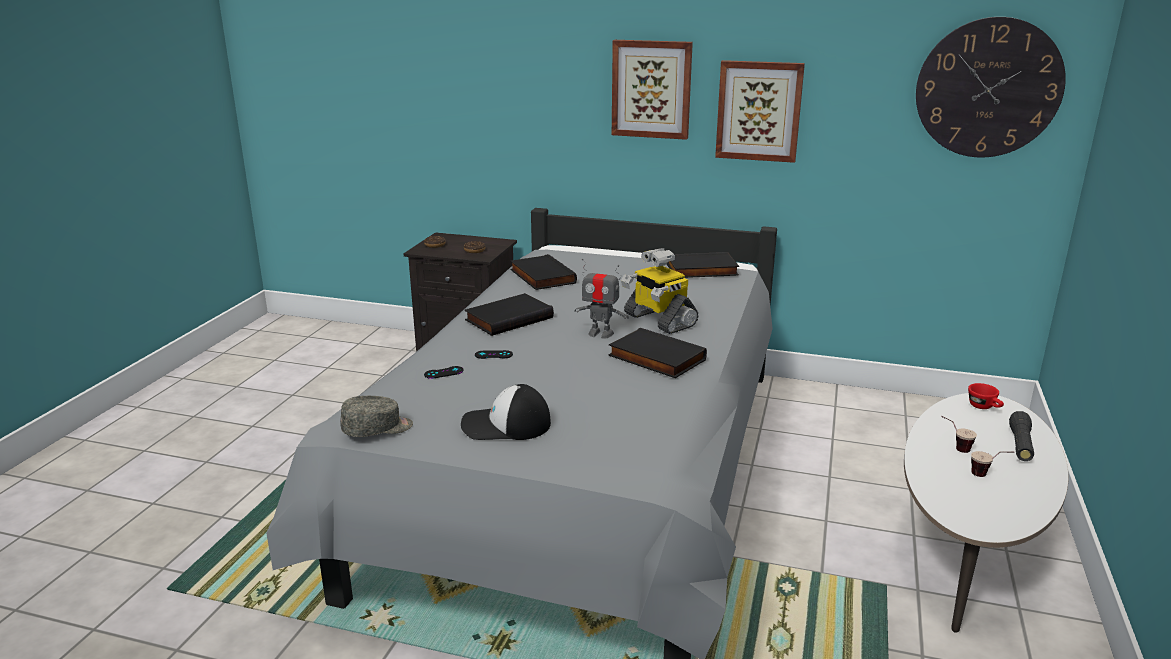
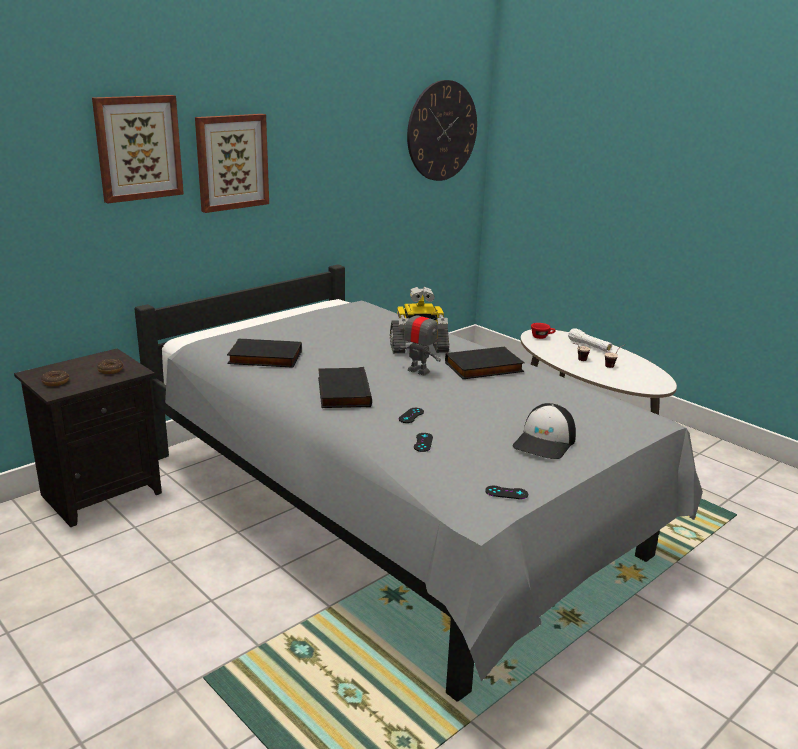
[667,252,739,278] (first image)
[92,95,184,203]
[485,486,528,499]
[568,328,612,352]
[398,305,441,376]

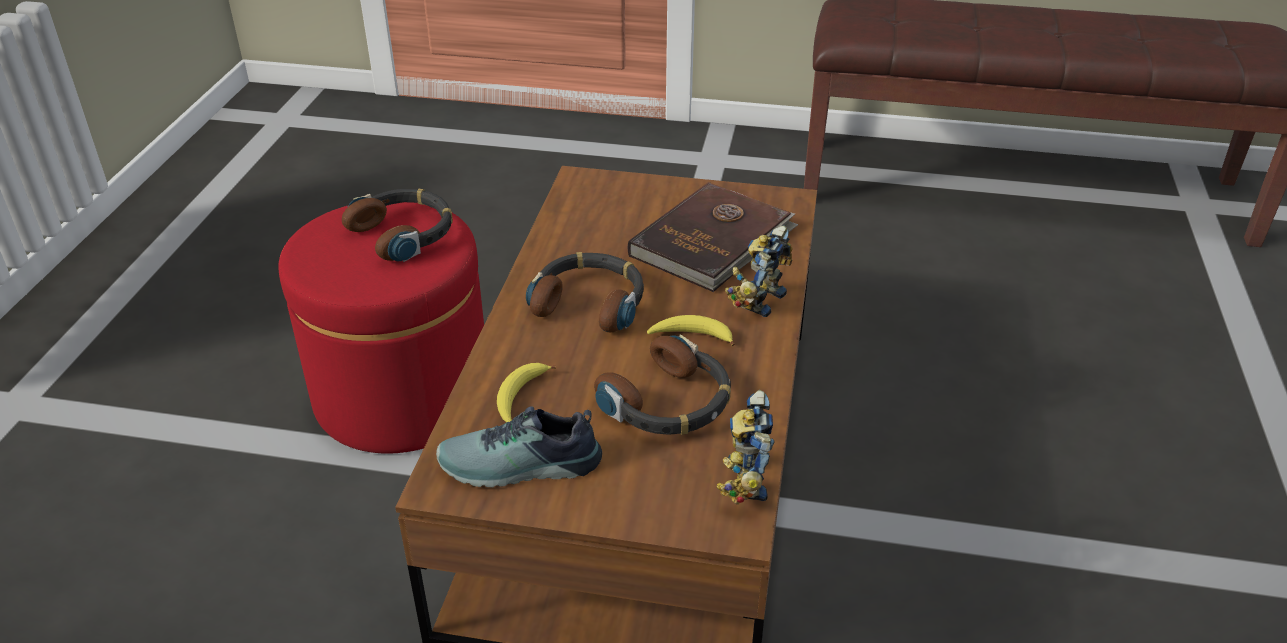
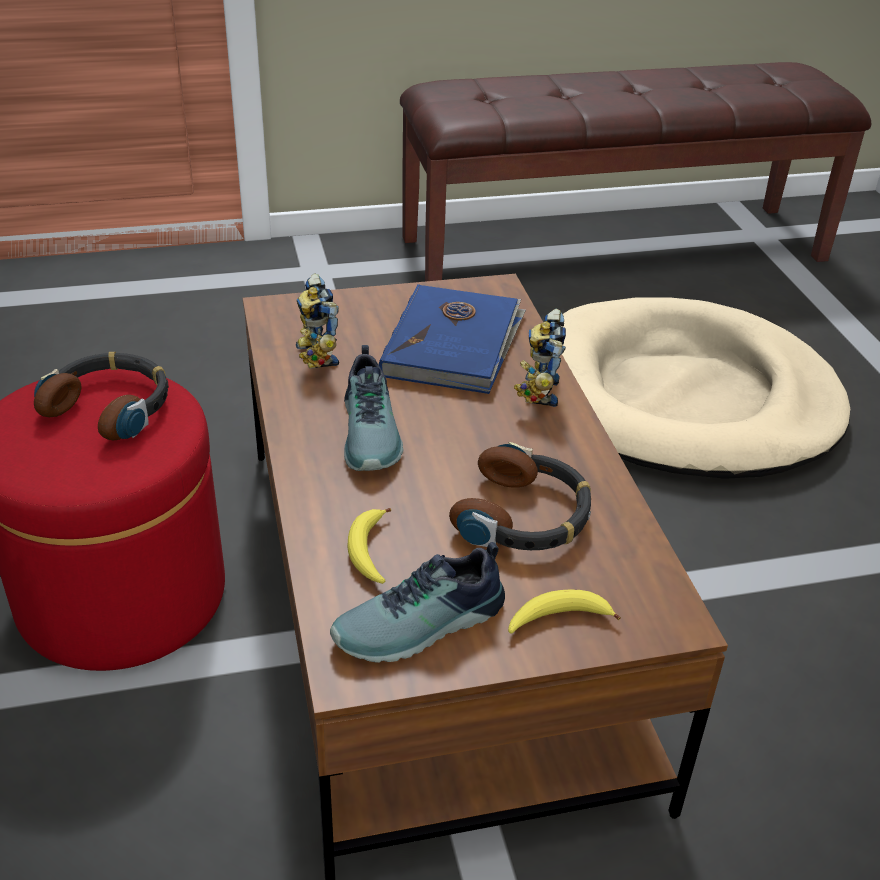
[561,297,850,479]
[508,589,621,633]
[296,273,339,369]
[344,345,404,471]
[379,284,526,394]

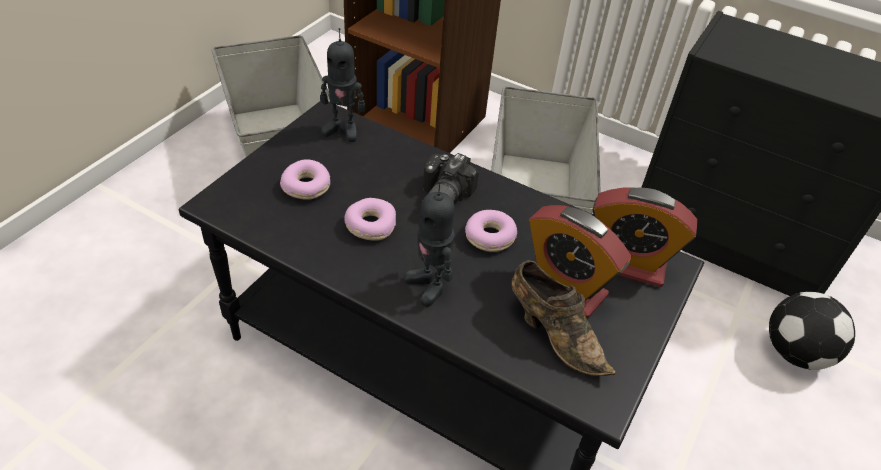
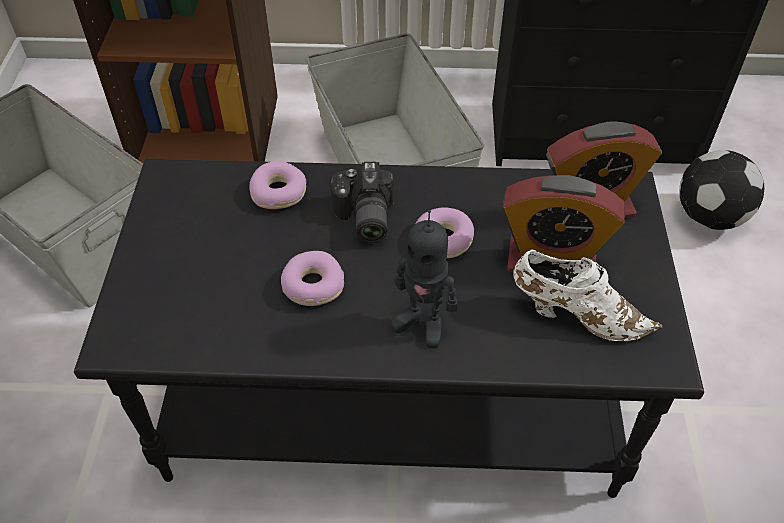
[320,28,365,142] (first image)
[249,161,307,209]
[513,250,663,341]

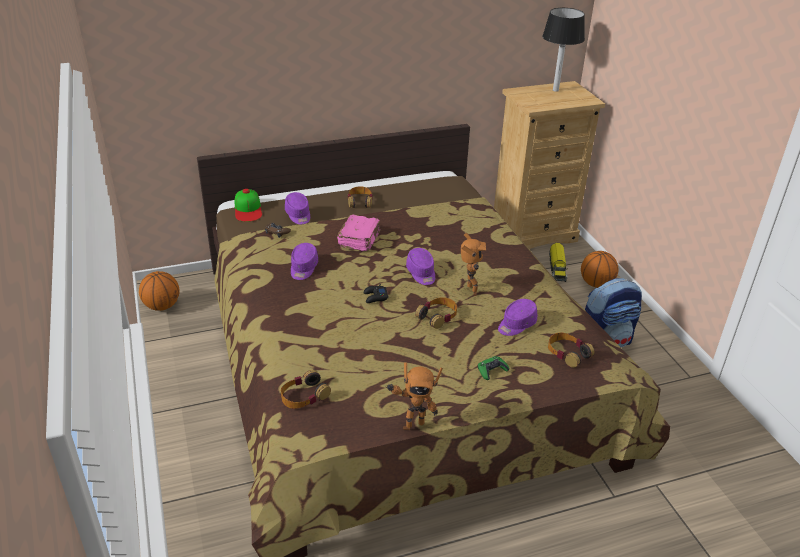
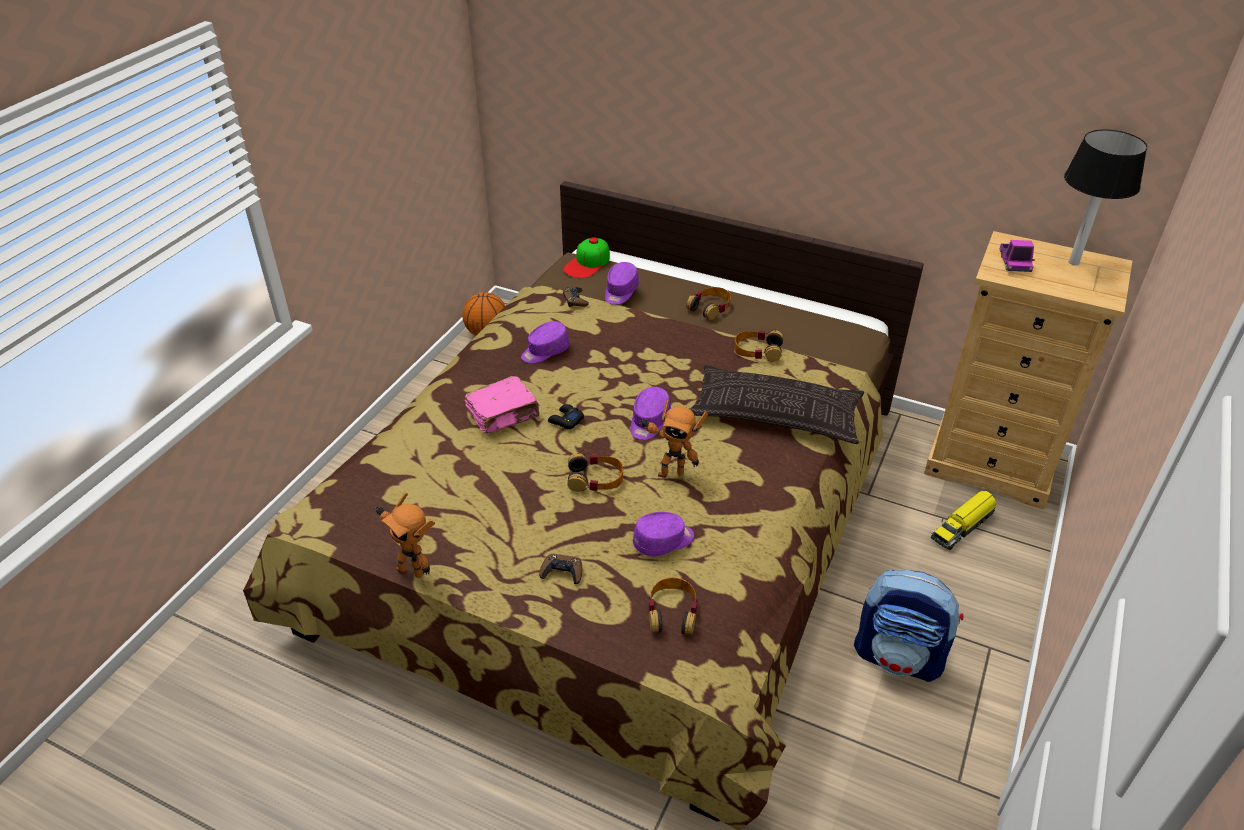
[581,251,619,288] (first image)
[690,365,864,444]
[999,240,1035,272]
[735,330,784,362]
[464,376,540,433]
[539,554,582,584]
[639,399,708,478]
[633,512,694,557]

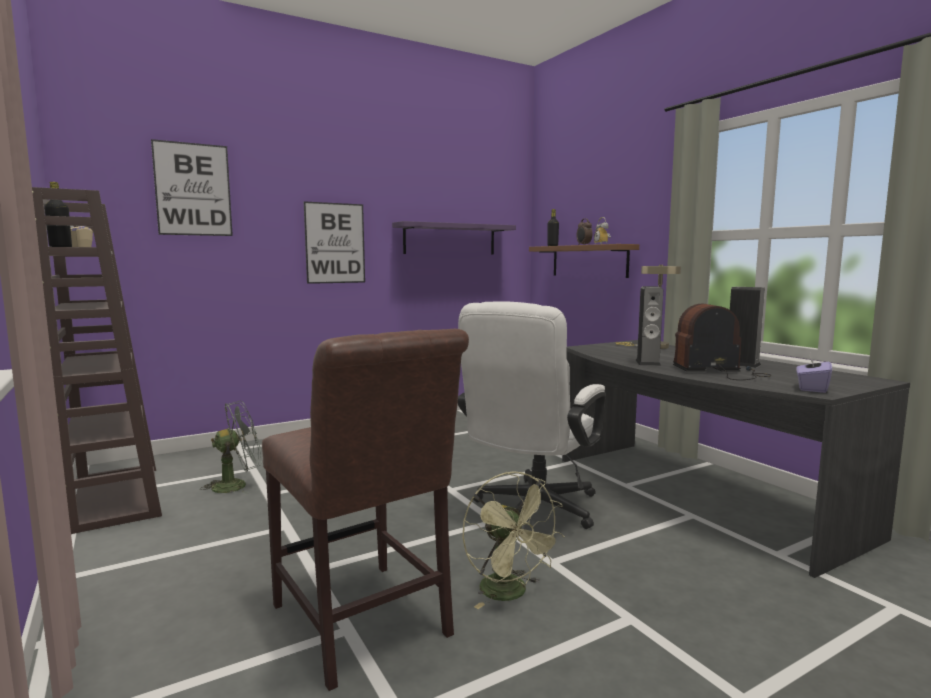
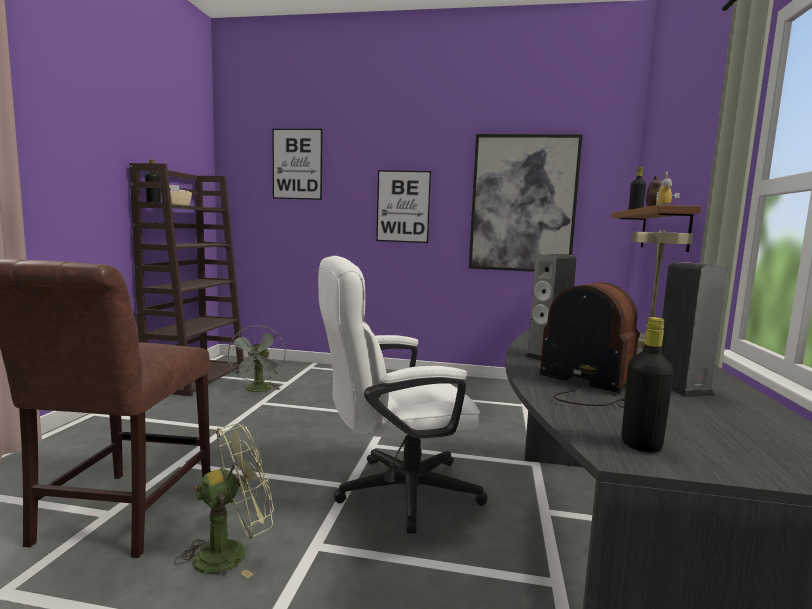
[469,134,583,272]
[622,317,674,453]
[227,326,286,392]
[174,424,274,578]

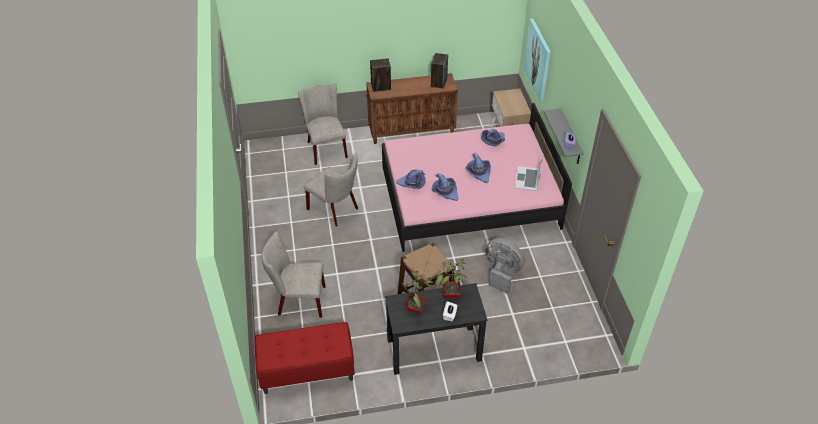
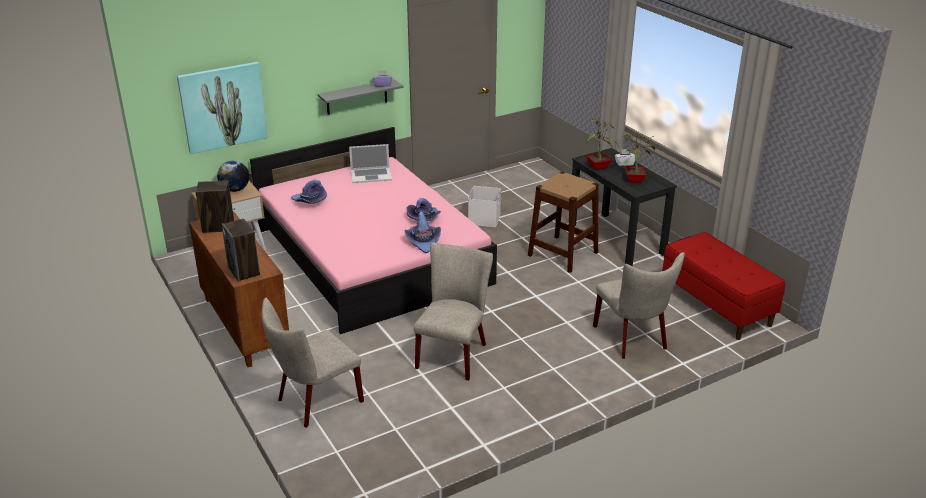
[466,153,491,183] (first image)
[217,161,249,192]
[468,186,501,227]

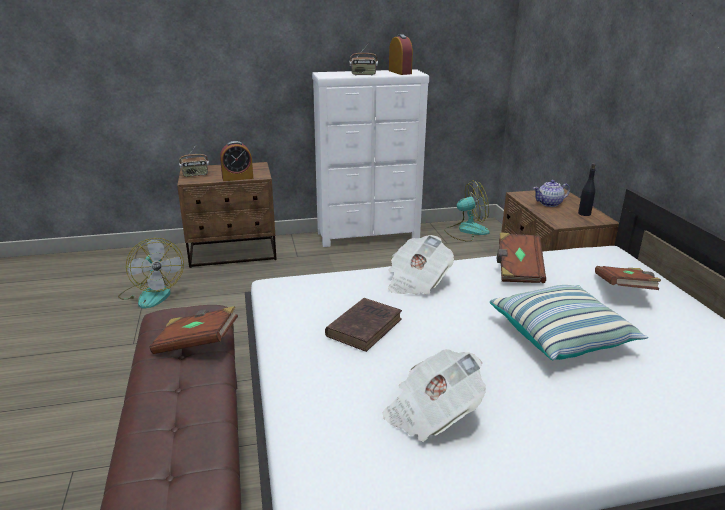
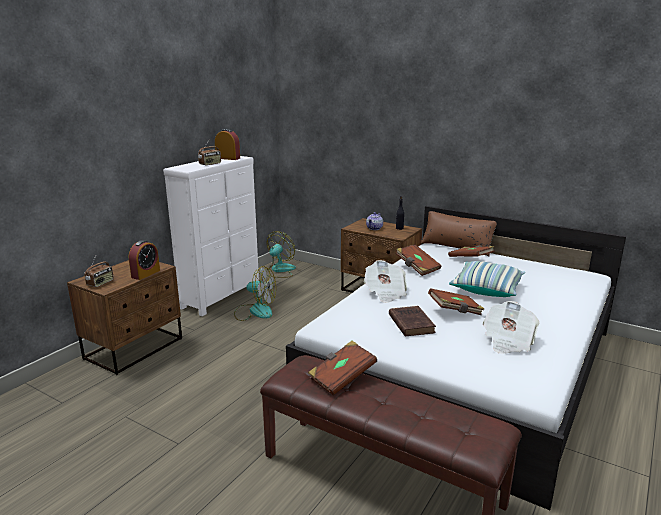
[421,211,497,256]
[428,288,485,315]
[234,266,276,321]

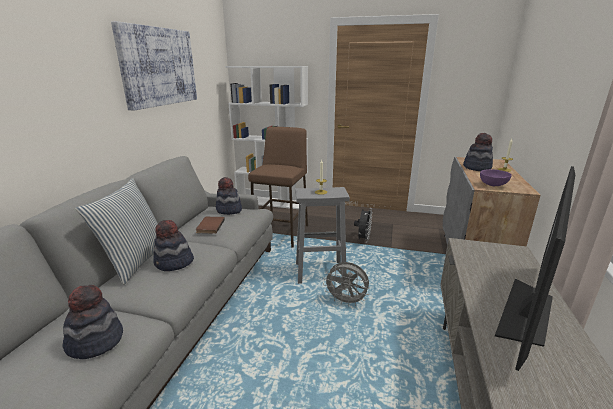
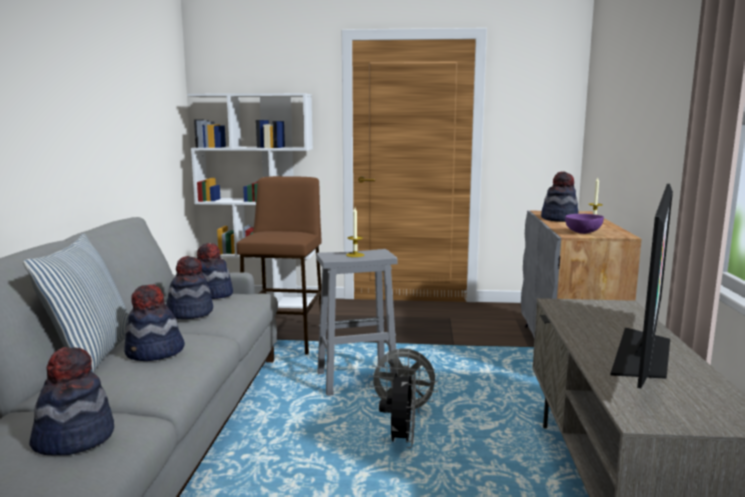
[111,21,197,110] (first image)
[379,369,416,448]
[166,256,213,319]

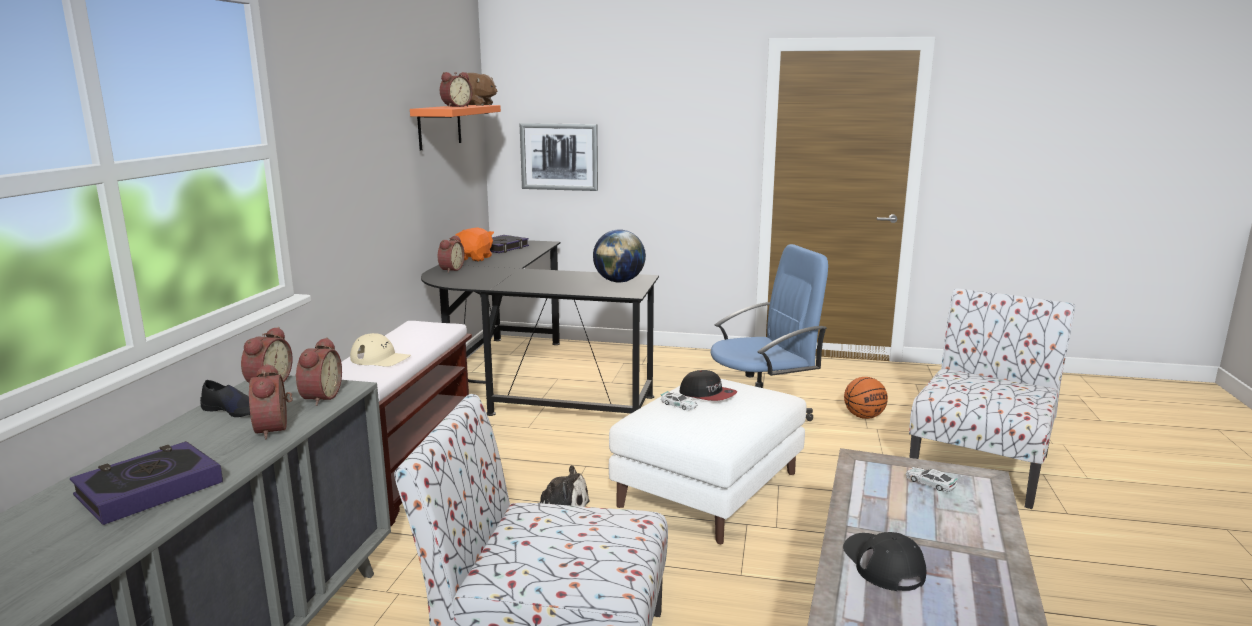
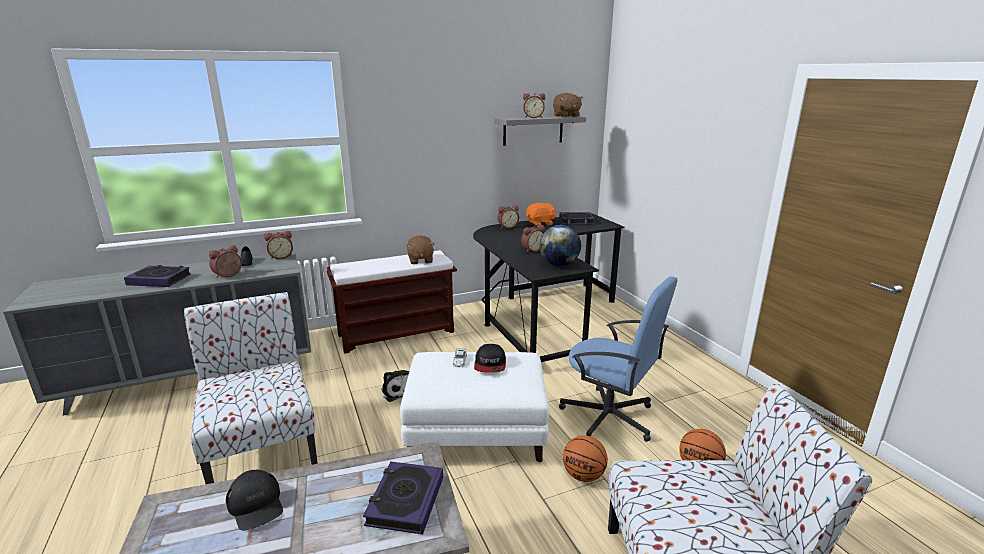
[350,333,411,367] (first image)
[520,123,598,191] (first image)
[406,235,435,264]
[563,435,608,482]
[521,225,545,252]
[363,462,443,534]
[494,116,586,146]
[226,470,283,531]

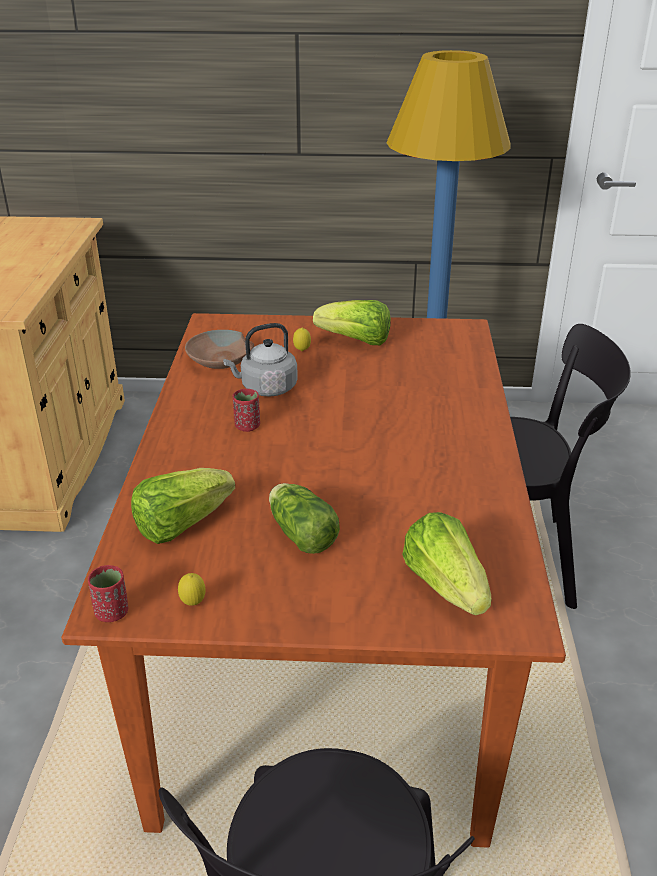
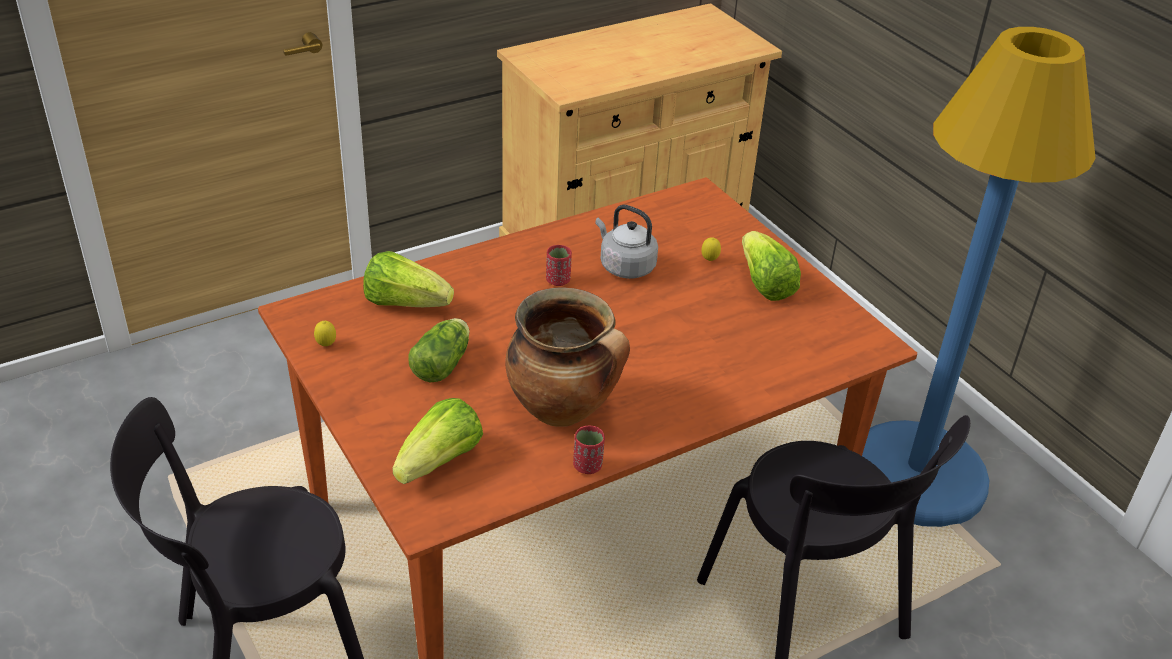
[185,330,254,369] (first image)
[506,287,630,427]
[573,426,605,474]

